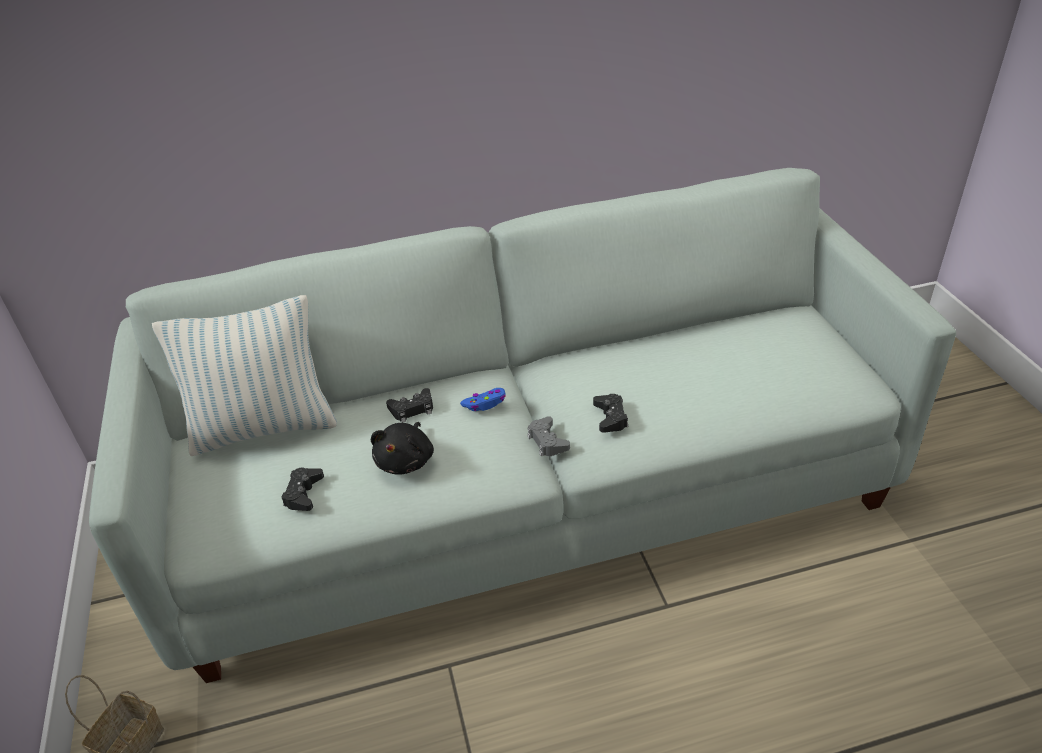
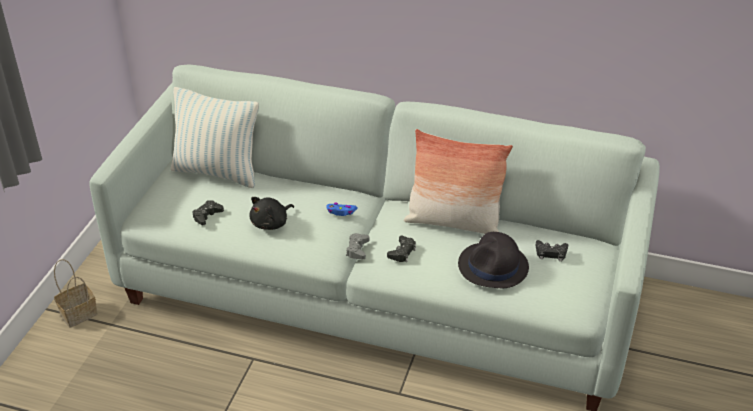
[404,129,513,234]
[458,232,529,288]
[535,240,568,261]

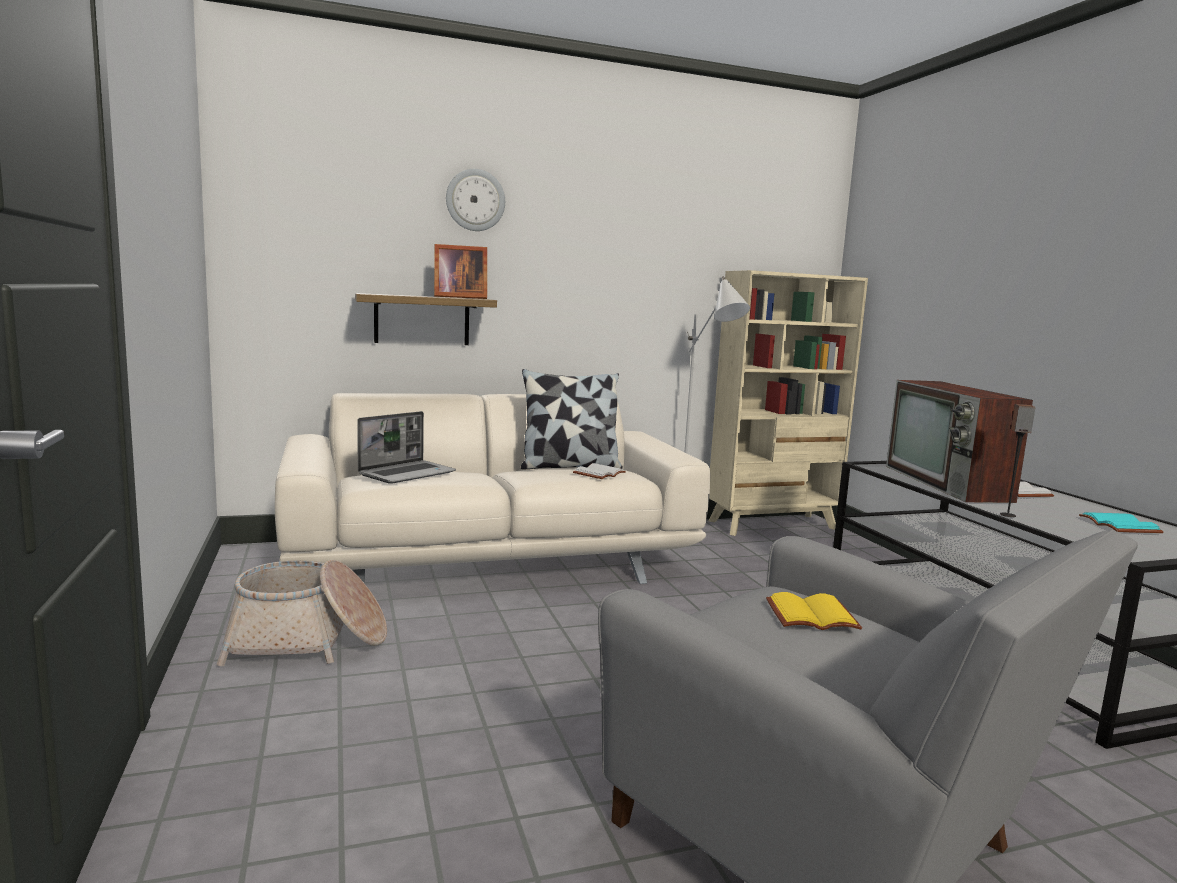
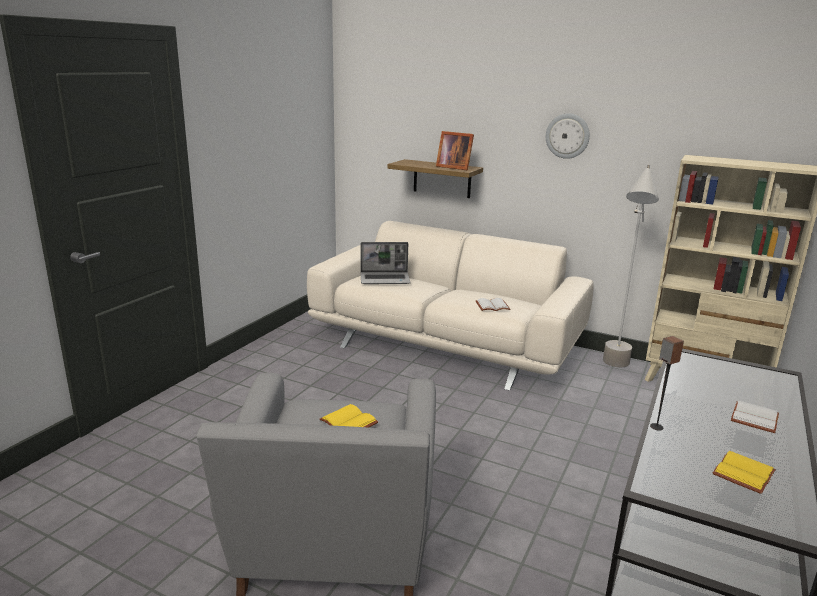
[216,560,387,666] (first image)
[520,369,622,470] (first image)
[886,380,1033,503] (first image)
[546,113,590,159]
[713,451,776,494]

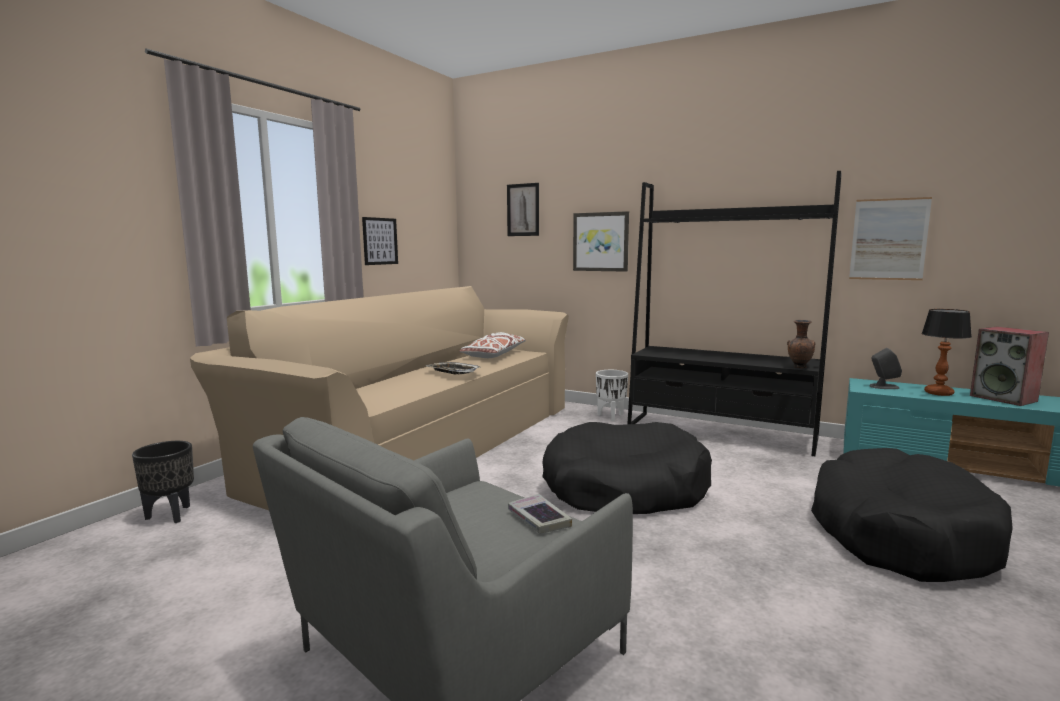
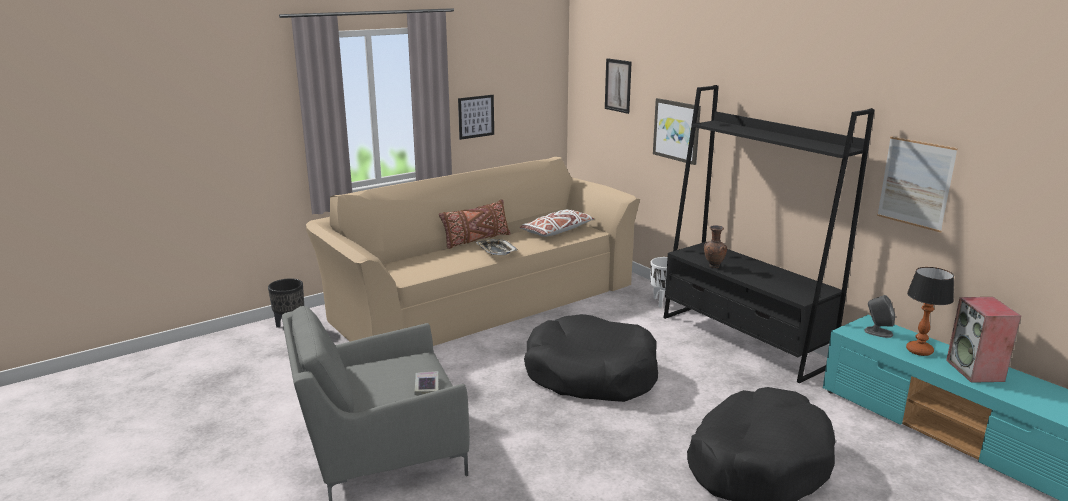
[439,199,510,249]
[704,225,727,268]

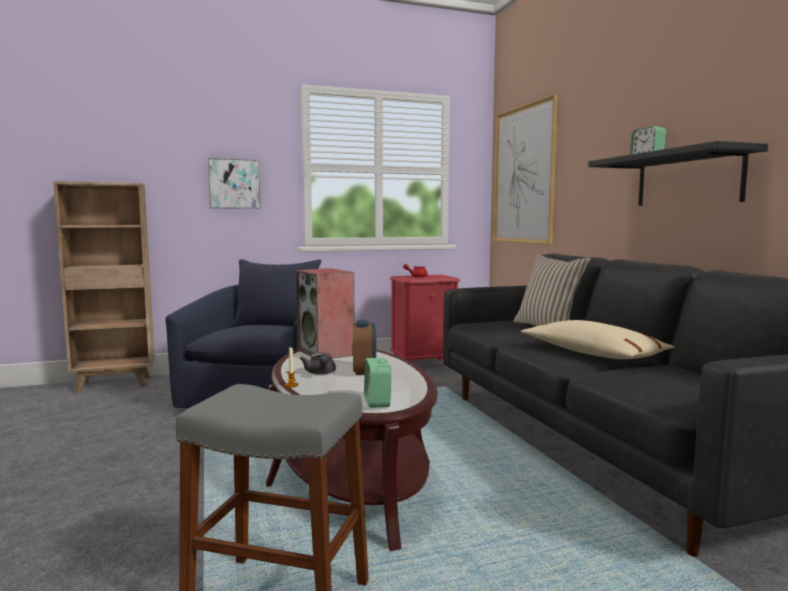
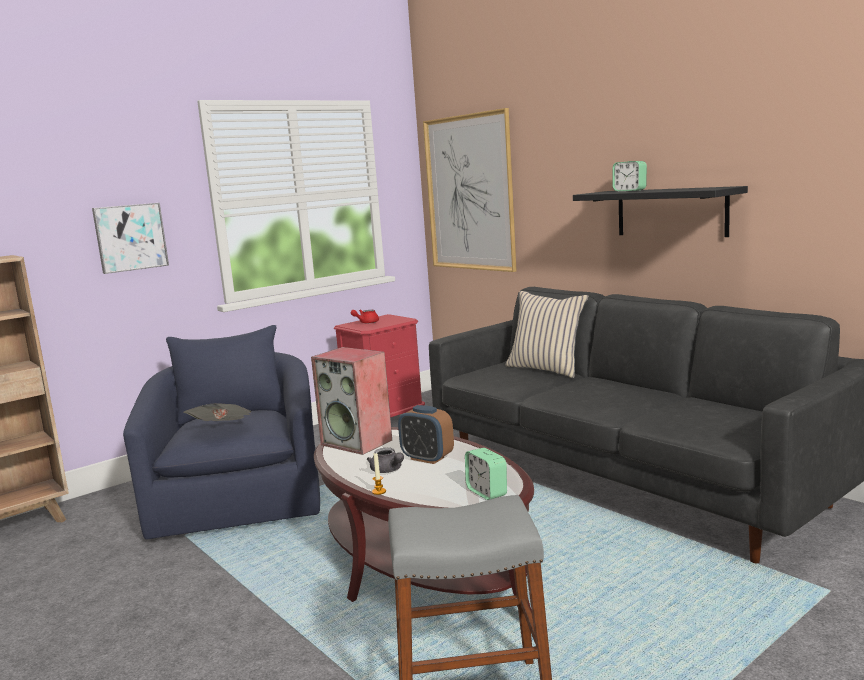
[521,320,674,359] (first image)
[183,403,251,421]
[398,405,454,464]

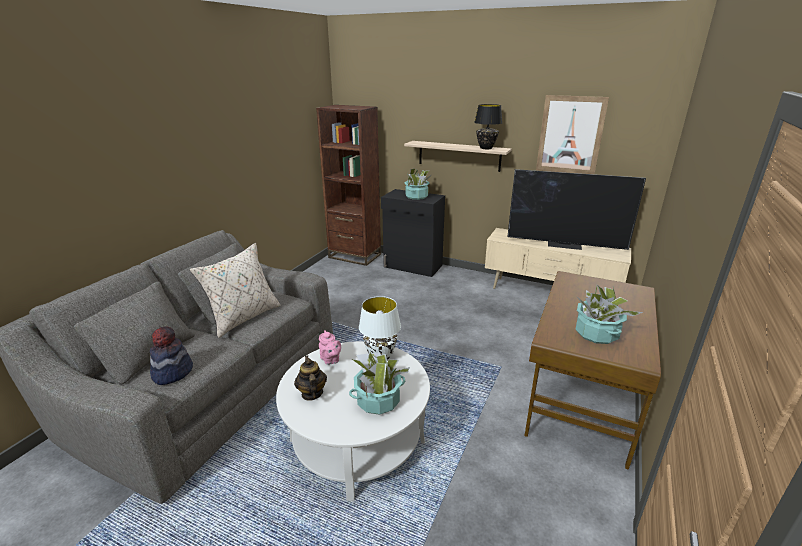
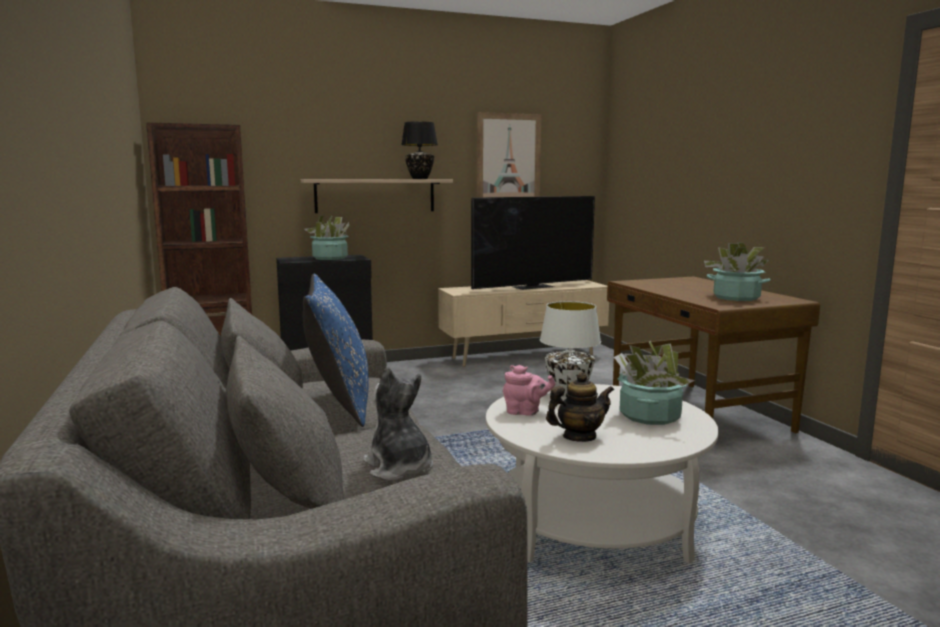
[363,367,433,481]
[303,273,369,427]
[546,372,614,442]

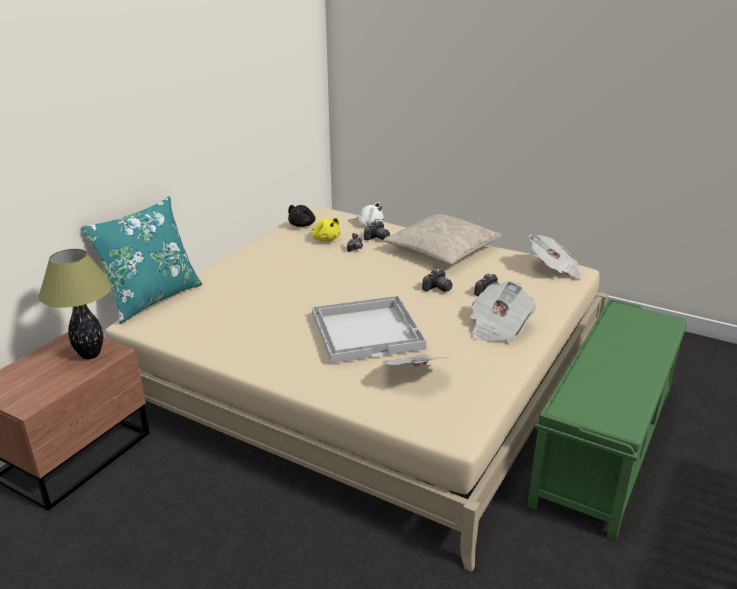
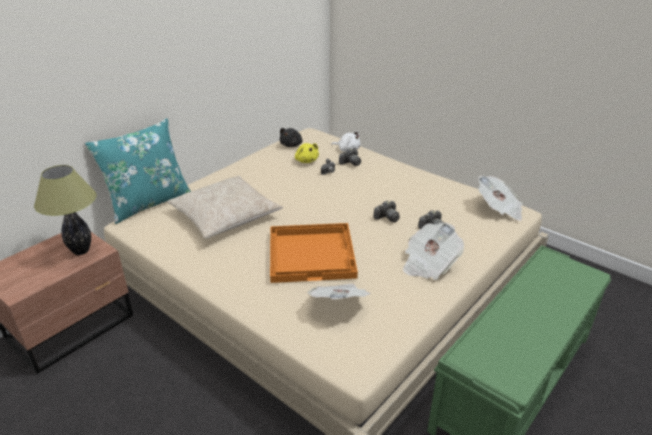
[167,176,283,239]
[270,223,358,283]

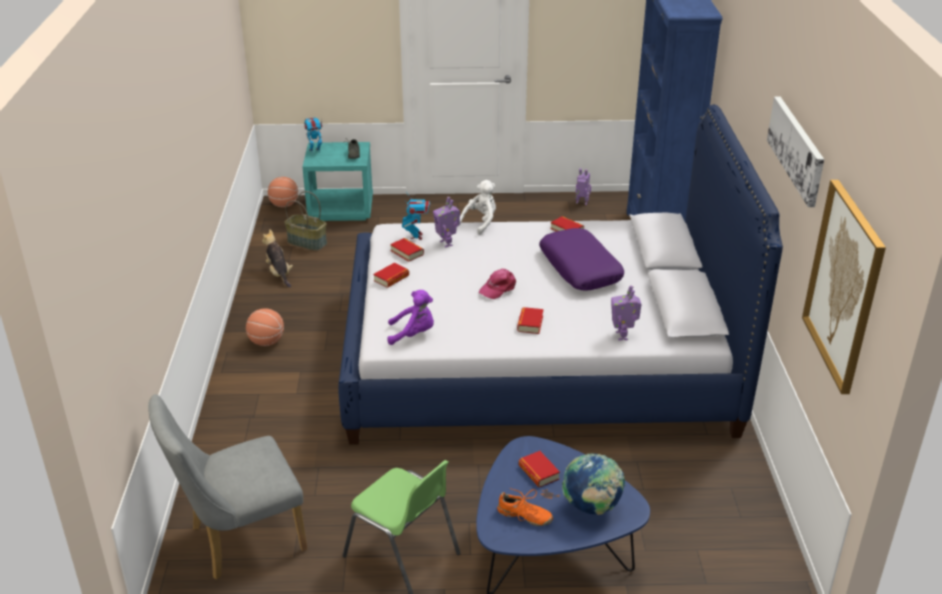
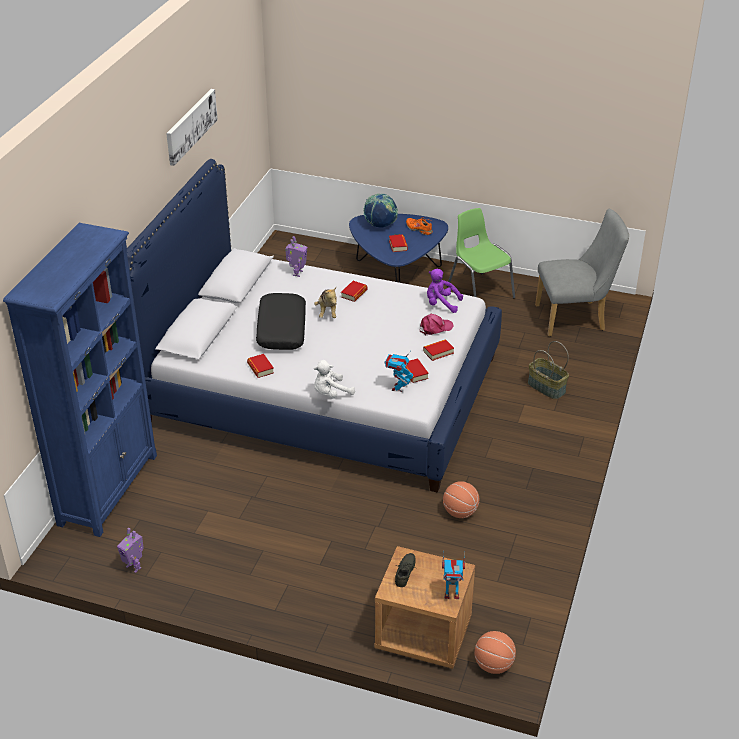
[433,197,460,248] (first image)
[802,180,886,394] (first image)
[443,481,479,518]
[314,287,337,318]
[528,341,569,399]
[419,314,453,336]
[374,546,475,669]
[256,293,306,350]

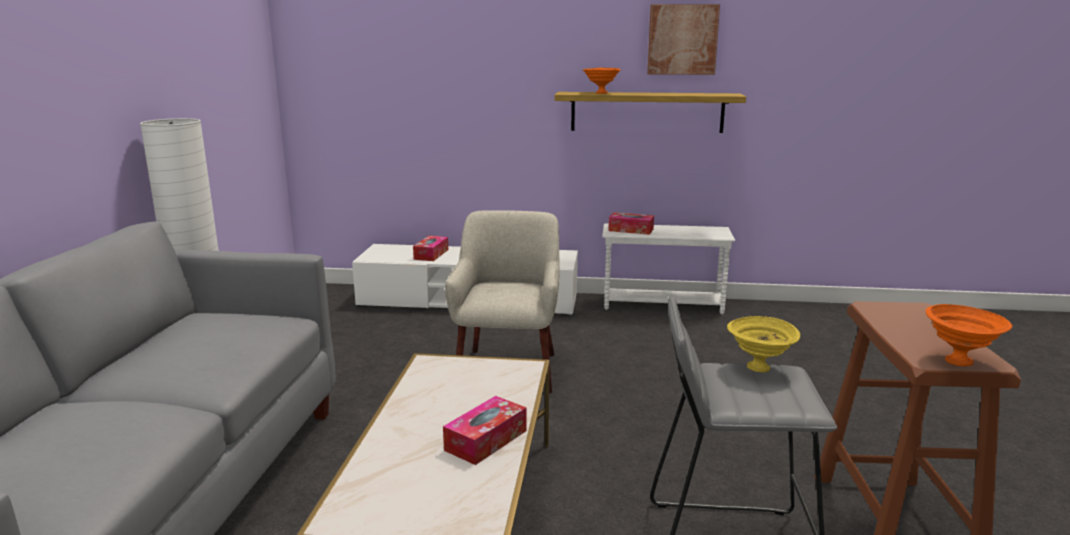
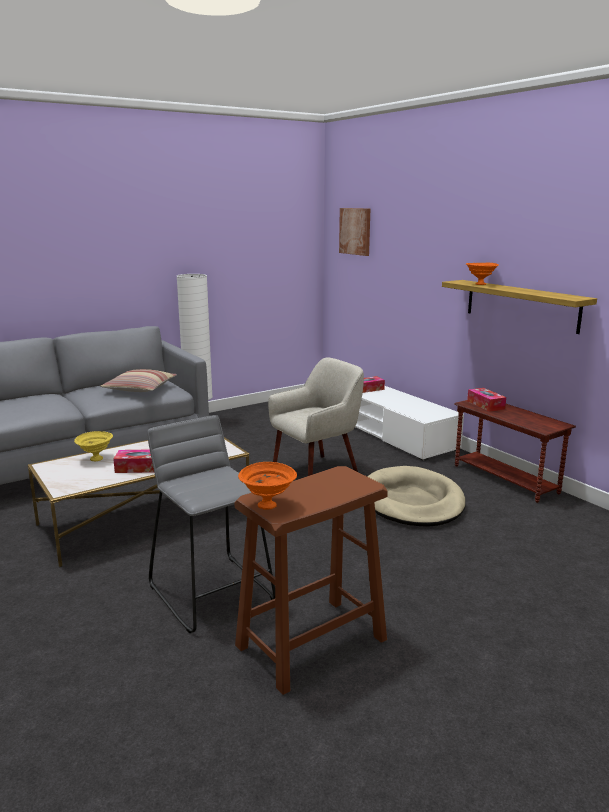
[100,369,177,392]
[367,466,466,527]
[339,208,370,256]
[74,431,113,461]
[454,400,576,503]

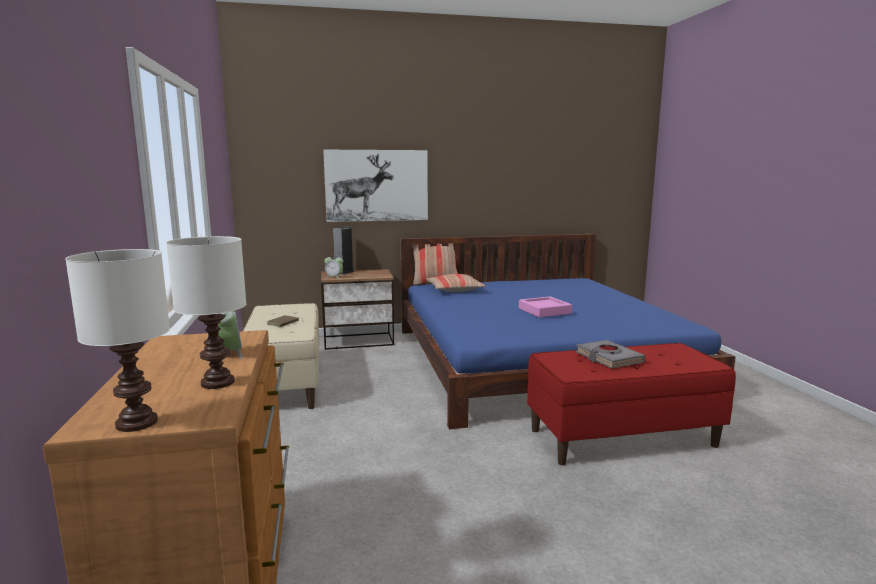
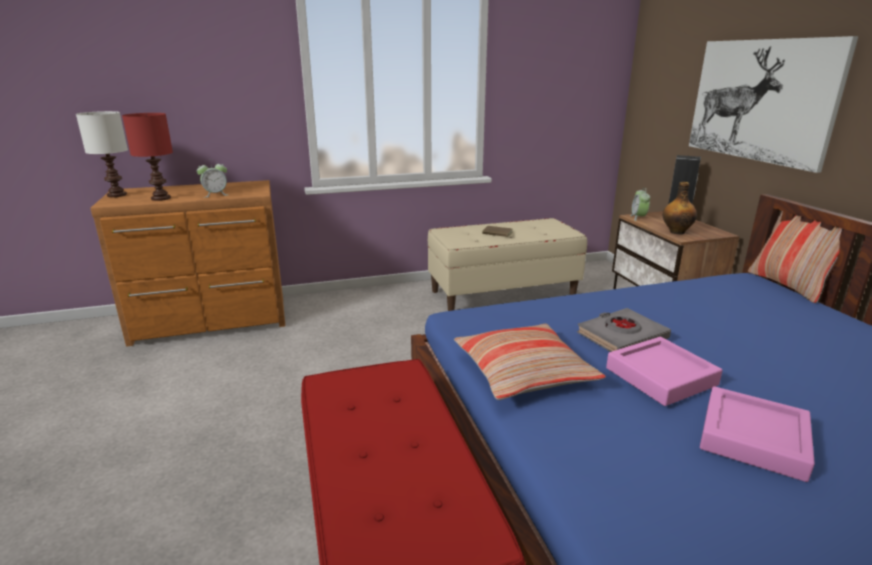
[663,182,697,235]
[700,386,815,482]
[454,324,606,400]
[577,308,671,352]
[122,113,173,201]

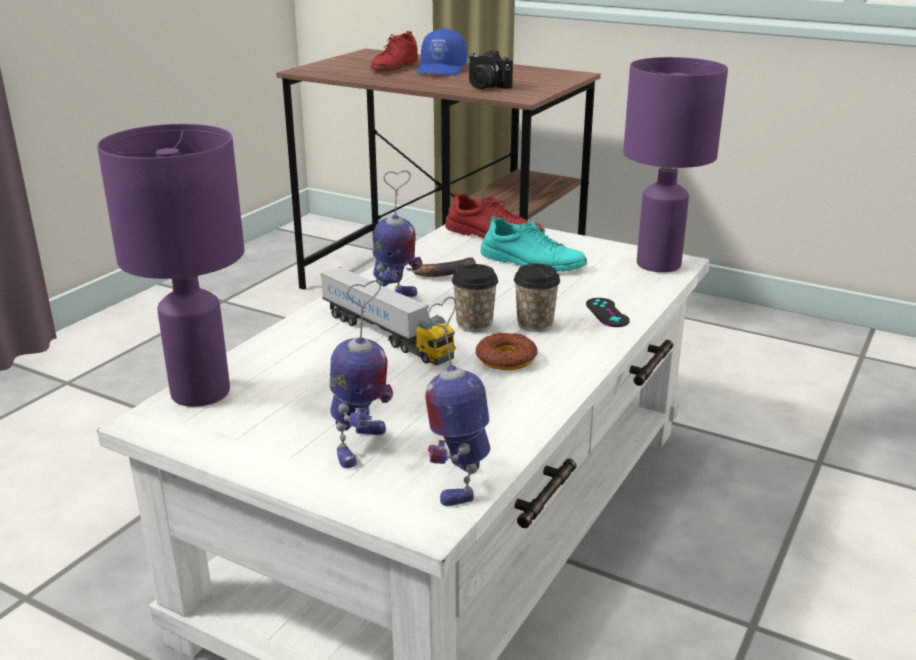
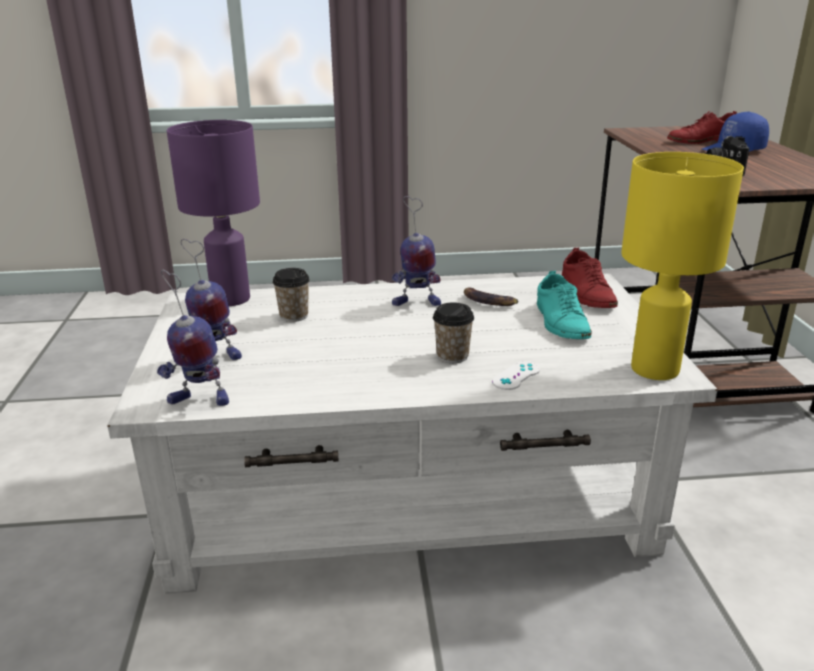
[320,266,455,365] (first image)
[476,332,538,370] (first image)
[273,268,310,322]
[492,361,540,390]
[621,152,744,380]
[157,270,229,406]

